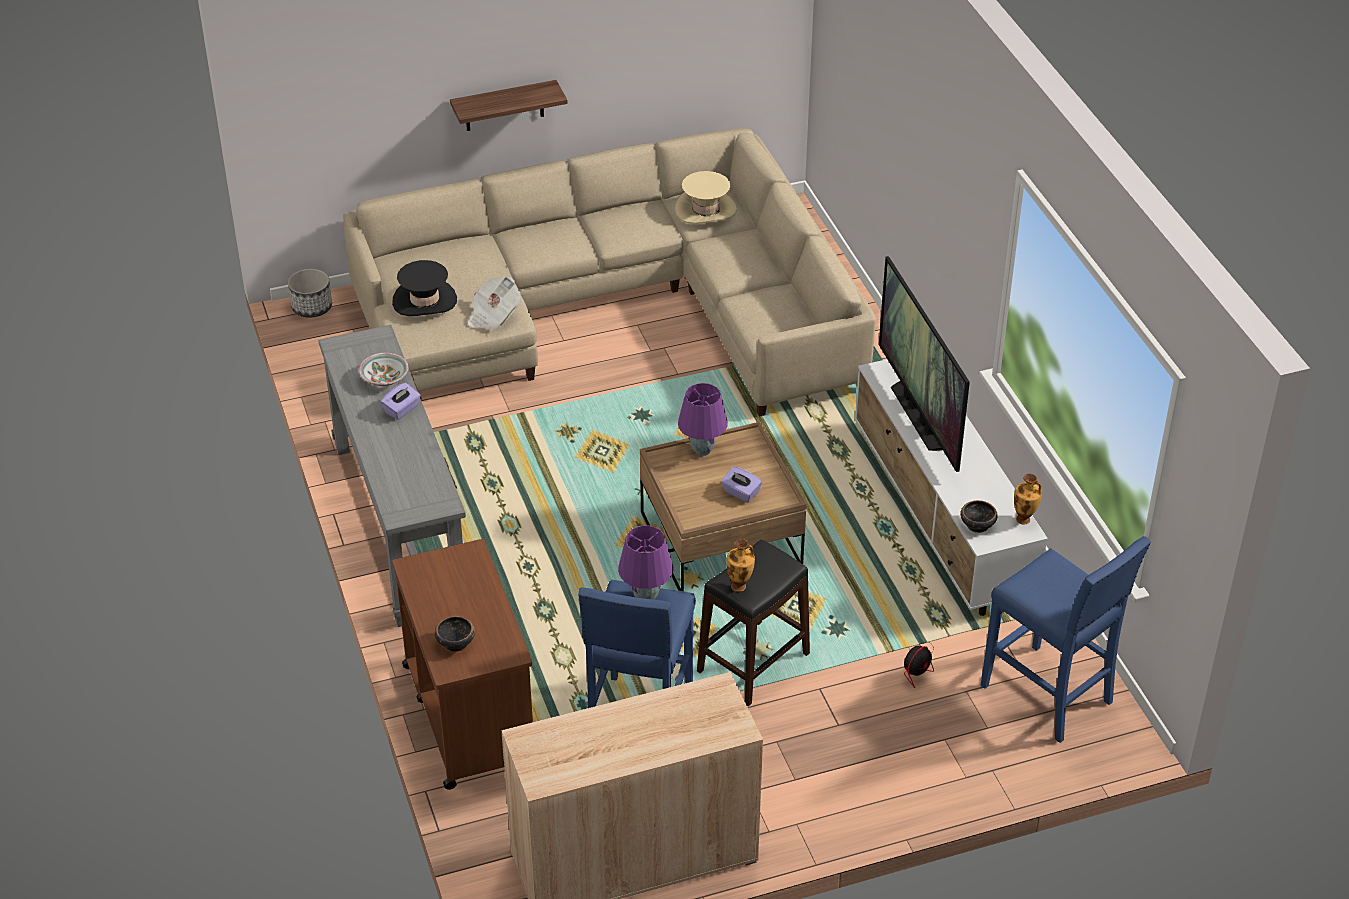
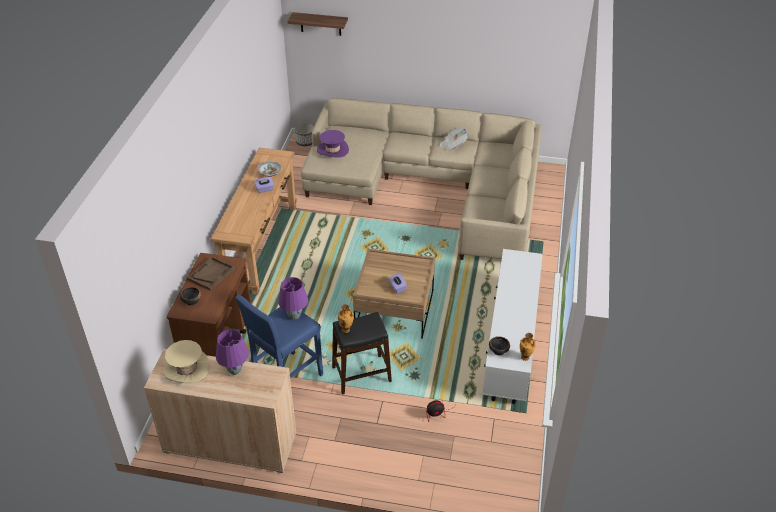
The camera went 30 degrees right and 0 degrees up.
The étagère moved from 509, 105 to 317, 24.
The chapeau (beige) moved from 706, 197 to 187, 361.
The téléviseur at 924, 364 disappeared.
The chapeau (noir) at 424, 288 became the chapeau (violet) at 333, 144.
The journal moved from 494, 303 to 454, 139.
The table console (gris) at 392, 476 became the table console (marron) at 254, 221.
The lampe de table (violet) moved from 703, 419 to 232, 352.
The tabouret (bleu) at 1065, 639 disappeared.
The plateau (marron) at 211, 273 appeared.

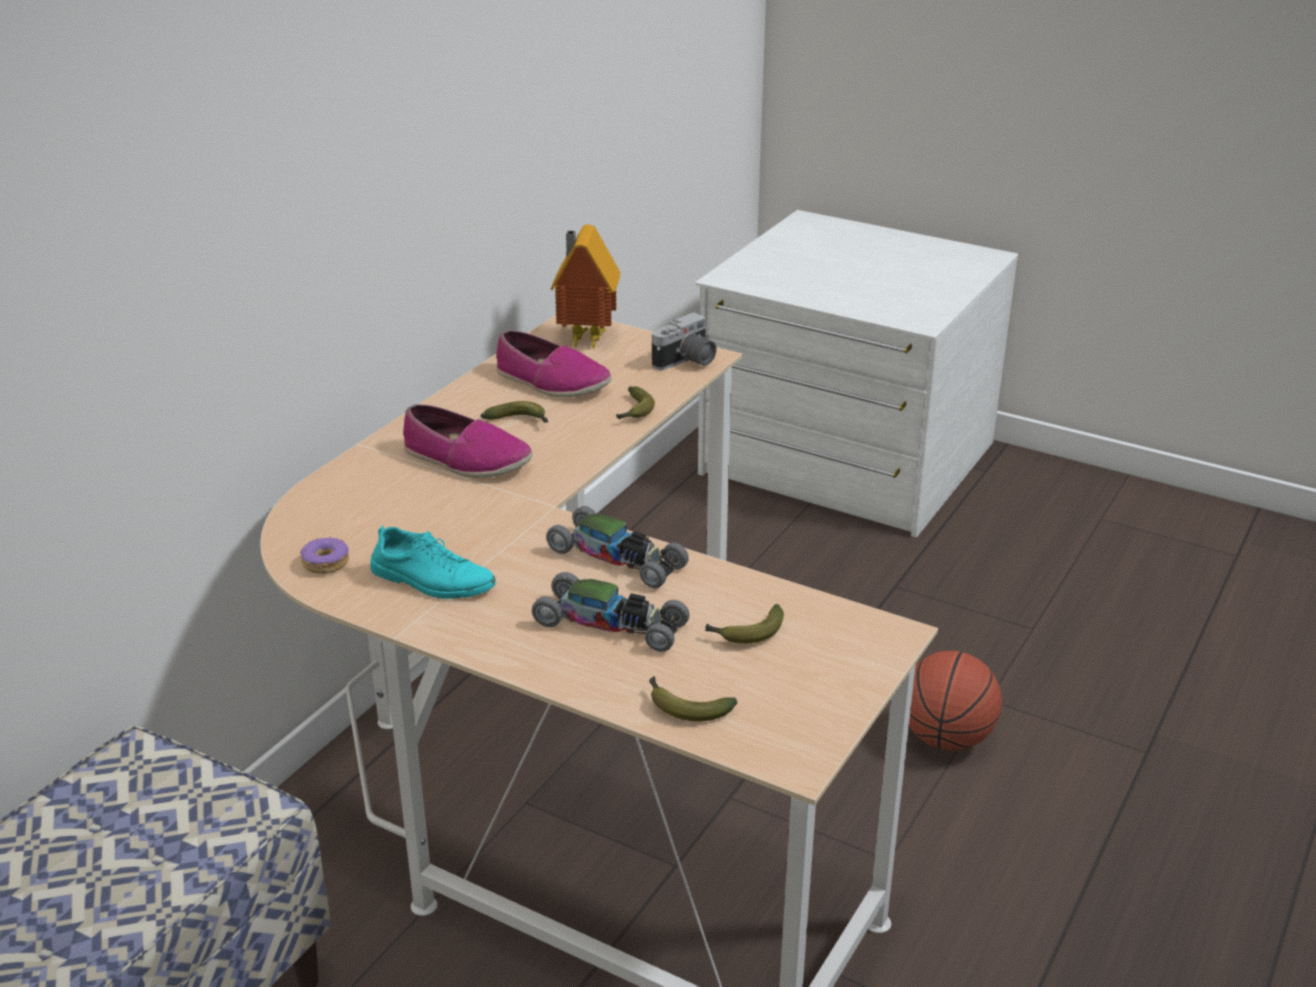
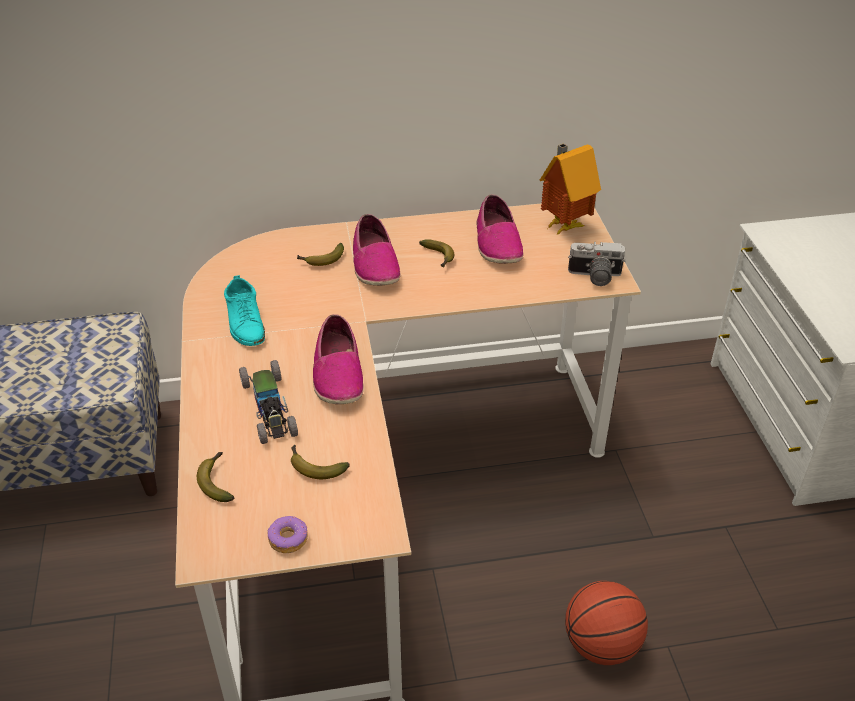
The camera went 50 degrees right and 10 degrees up.
The banane moved from 635, 402 to 320, 254.
The petite voiture at 617, 547 was replaced by the chaussure at 338, 359.
The beignet moved from 324, 555 to 288, 534.

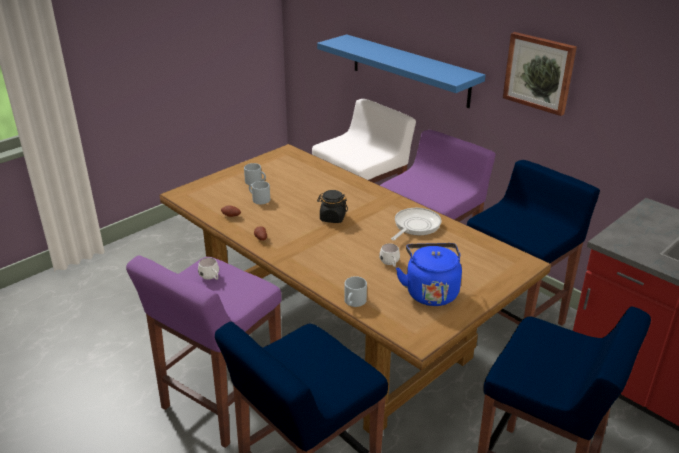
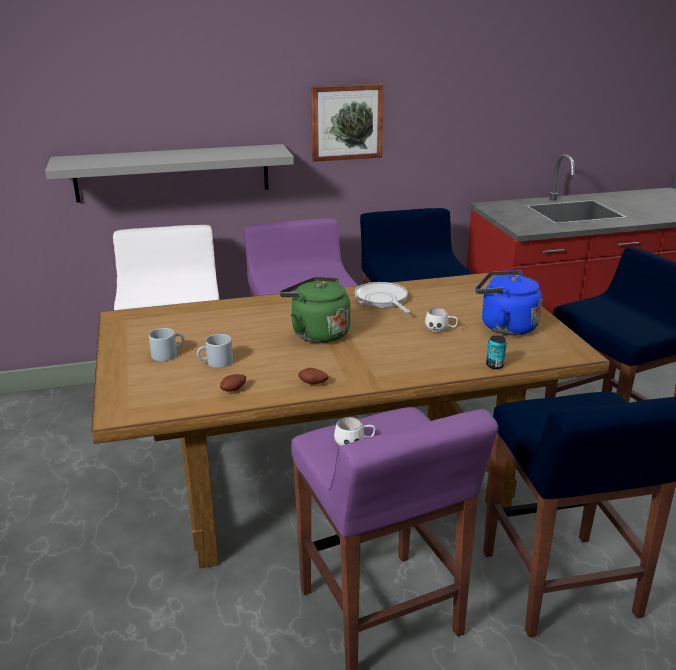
The camera went 60 degrees left and 5 degrees down.
The étagère (bleu) at 401, 71 became the étagère (gris) at 169, 173.
The bocal (noir) at 332, 206 was replaced by the bouilloire (vert) at 315, 309.
The mug (gris) at 355, 291 was replaced by the boîte métallique at 496, 352.

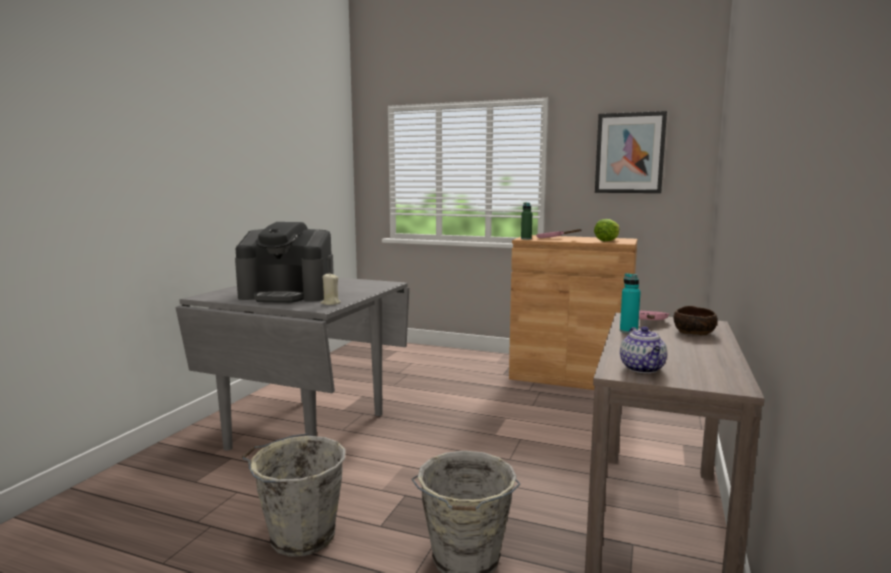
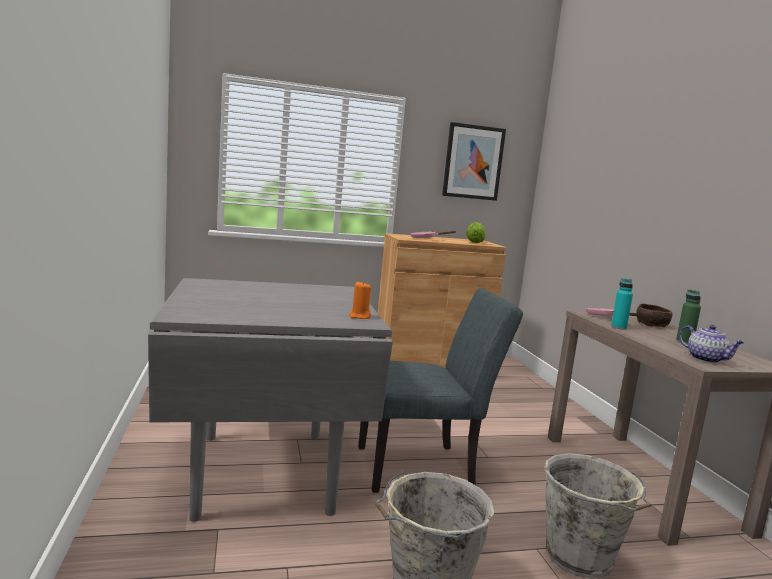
The camera went 35 degrees left and 0 degrees up.
The bouteille (vert) moved from 526, 221 to 688, 317.
The machine à café at 284, 262 disappeared.
The bougie (beige) at 330, 289 became the bougie (orange) at 360, 300.
The chaise (gris) at 440, 390 appeared.

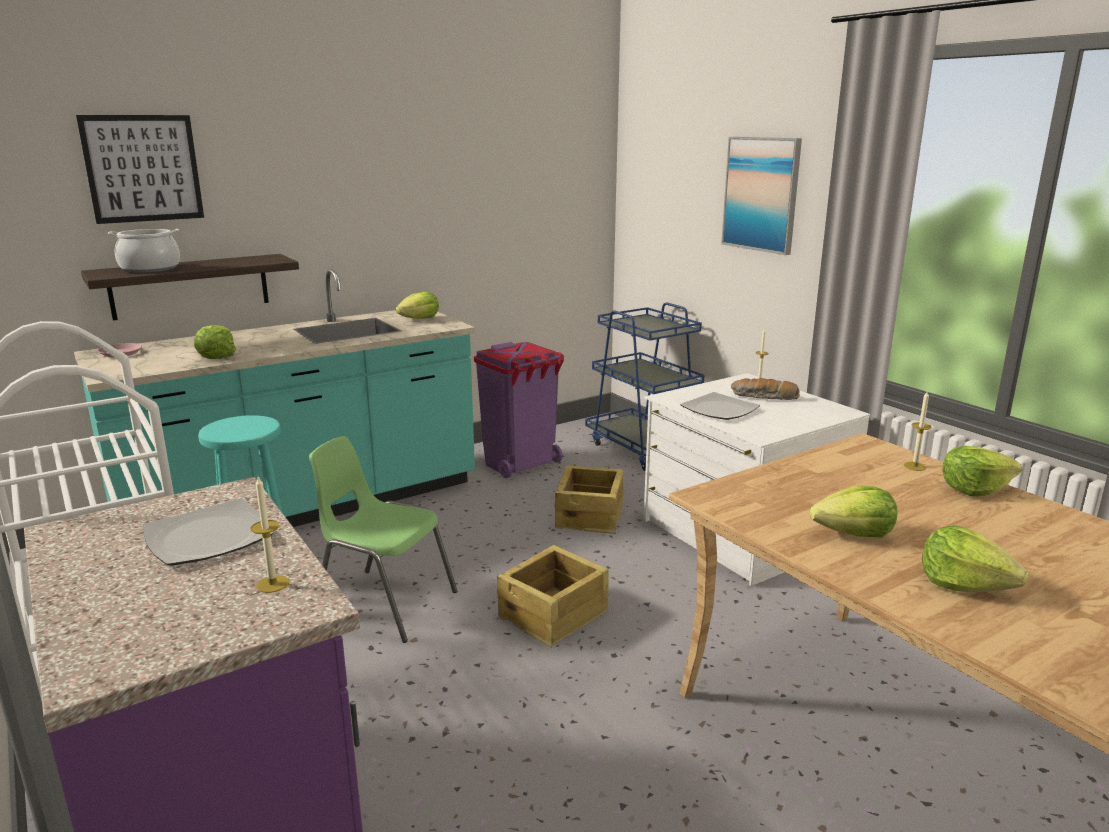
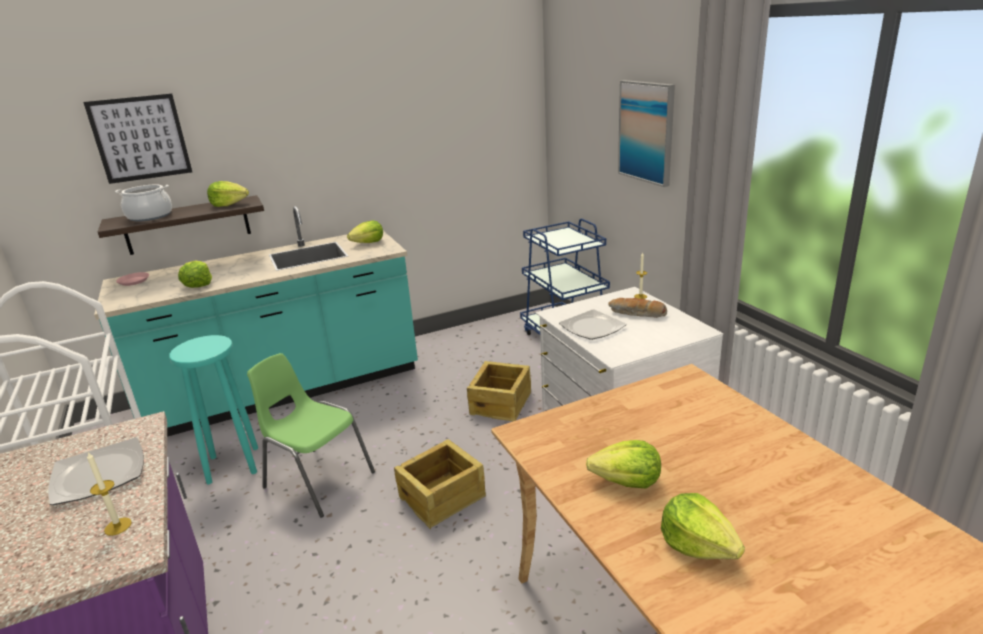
The camera went 10 degrees right and 5 degrees up.
The poubelle (violet) at 519, 410 disappeared.
The bougie at 917, 430 disappeared.
The laitue moved from 982, 471 to 228, 194.

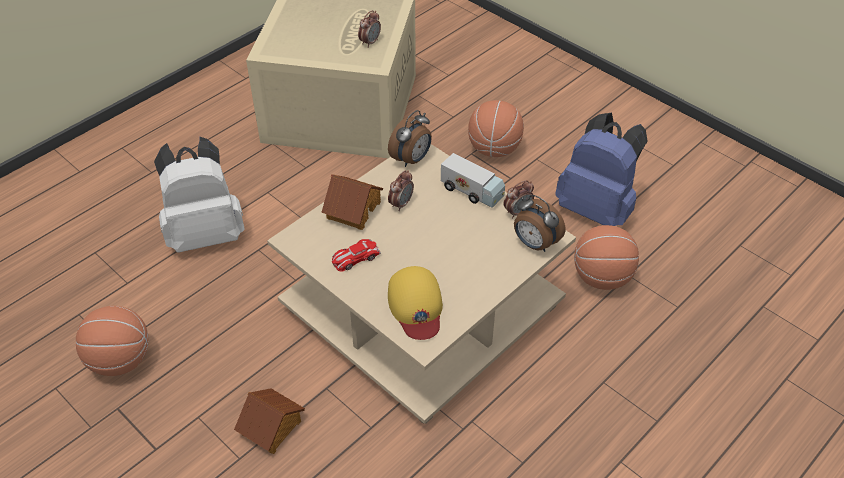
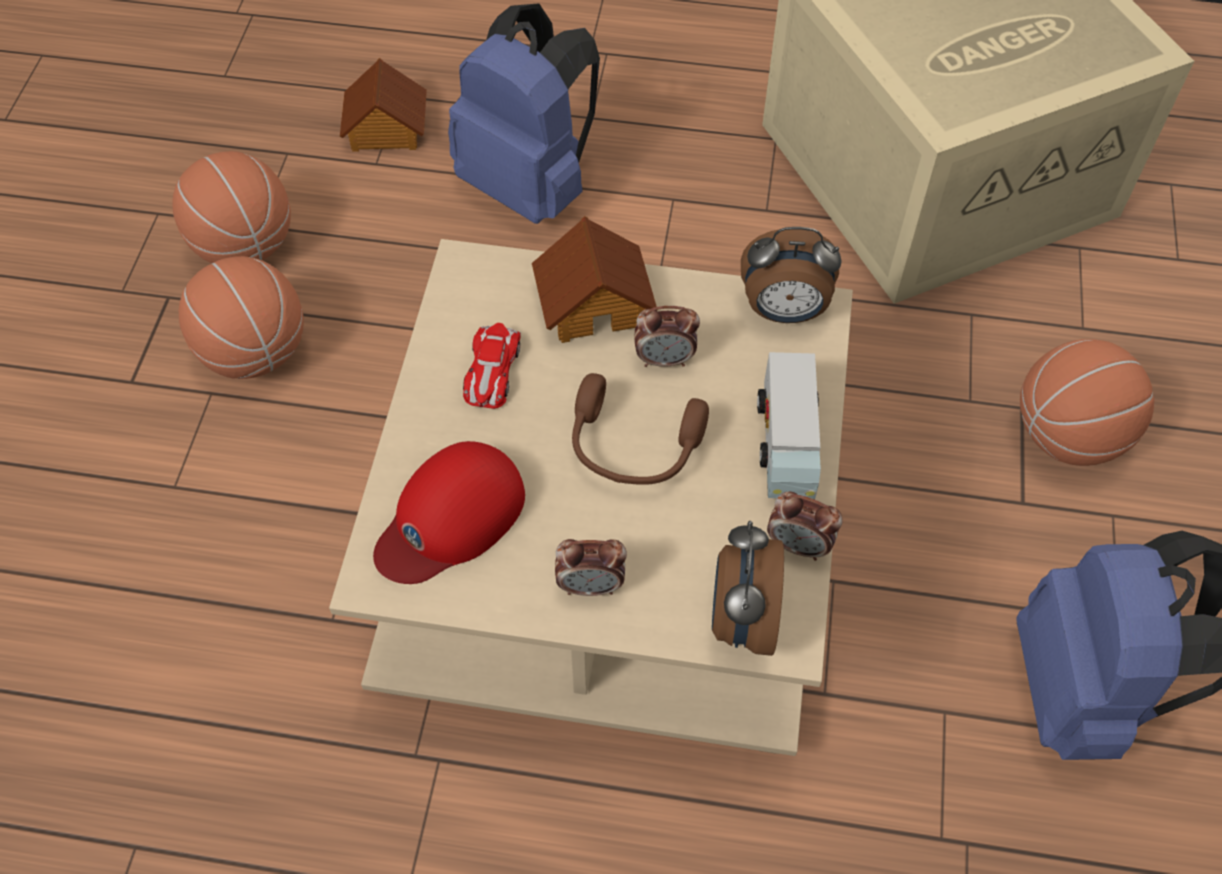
The camera went 55 degrees right and 10 degrees up.
The réveil moved from 369, 29 to 591, 567.
The sac à dos (blanc) at 199, 195 became the sac à dos (bleu) at 524, 113.
The ballon de basket moved from 606, 257 to 241, 317.
The petite voiture at 356, 255 turned 105 degrees counterclockwise.
The casquette (jaune) at 415, 303 became the casquette (rouge) at 449, 512.
The maison miniature moved from 269, 421 to 383, 105.
The casque audio (marron) at 640, 429 appeared.

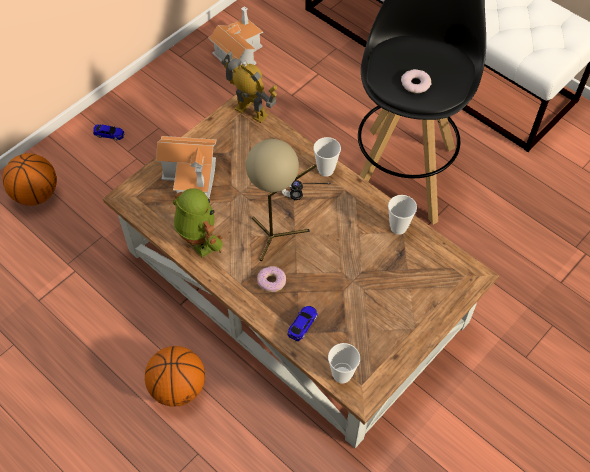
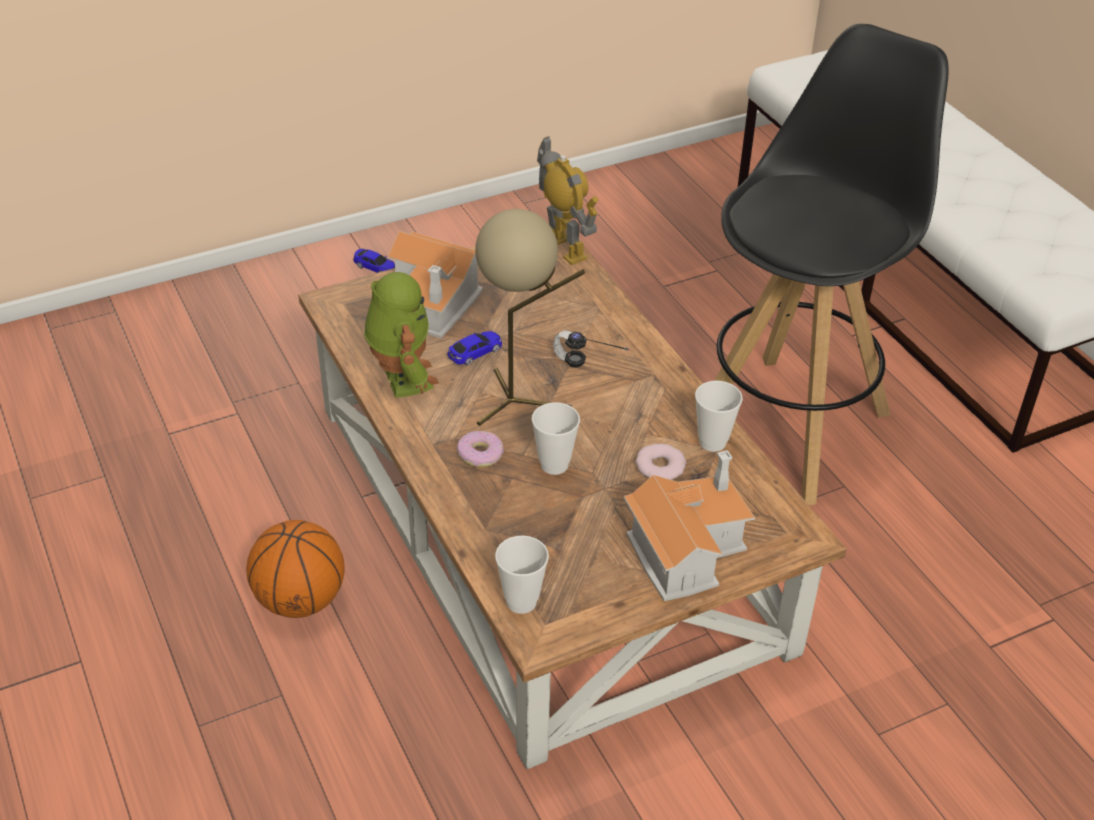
The camera went 20 degrees right and 15 degrees down.
The maison miniature moved from 235, 39 to 689, 525.
The beignet moved from 416, 81 to 661, 462.
The tasse moved from 327, 157 to 556, 438.
The ballon de basket at 29, 179 disappeared.
The petite voiture moved from 302, 323 to 474, 348.

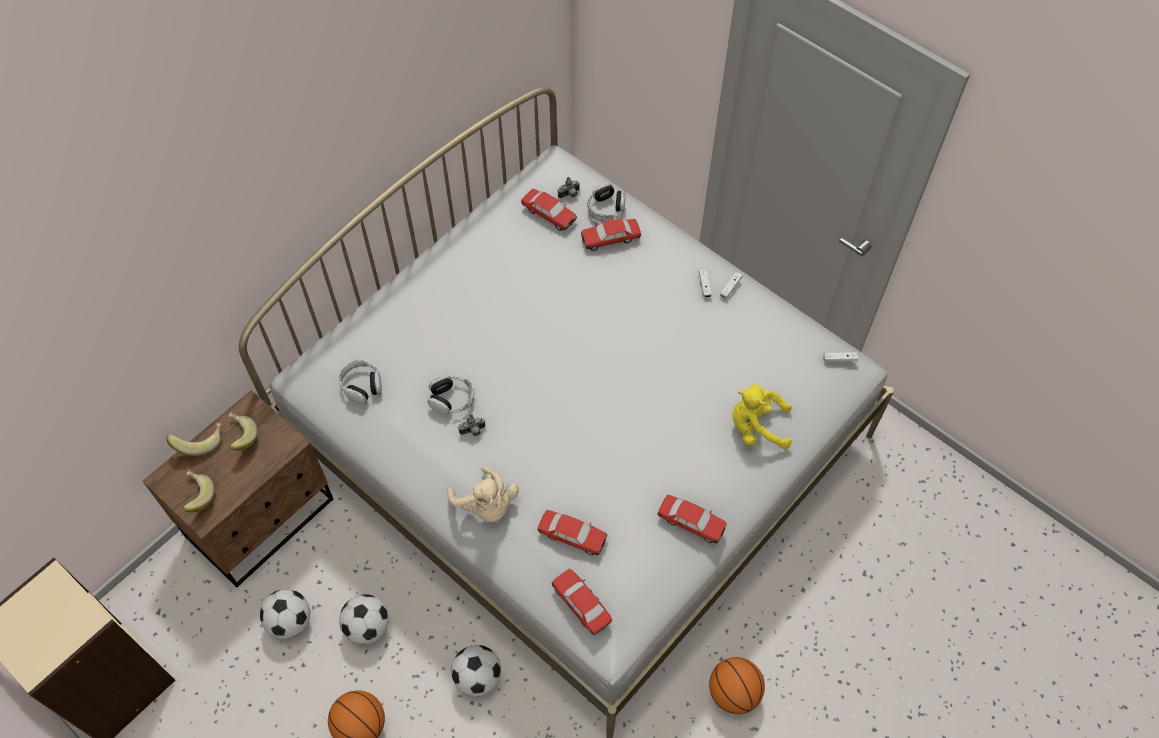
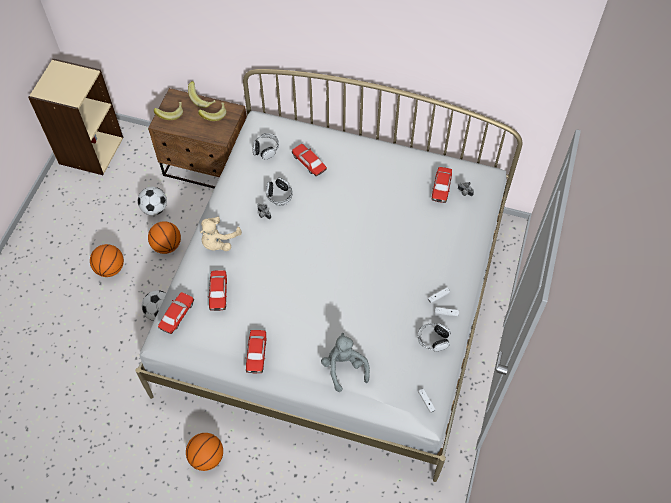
The camera went 65 degrees right and 0 degrees up.
The casque audio moved from 606, 202 to 434, 337.
The petite voiture moved from 611, 235 to 309, 160.
The peluche (jaune) at 762, 416 became the peluche (gris) at 345, 362.
The ballon de foot at 364, 619 was replaced by the ballon de basket at 164, 237.

